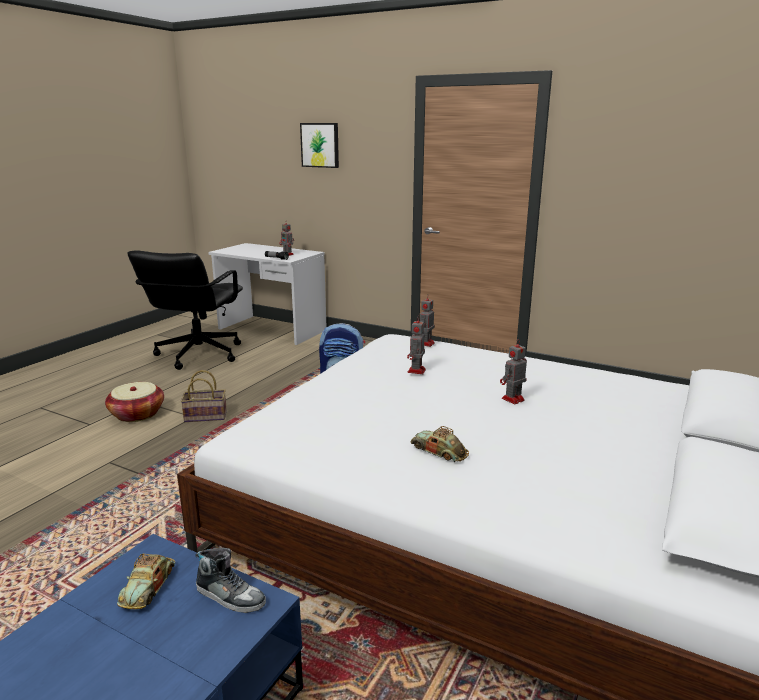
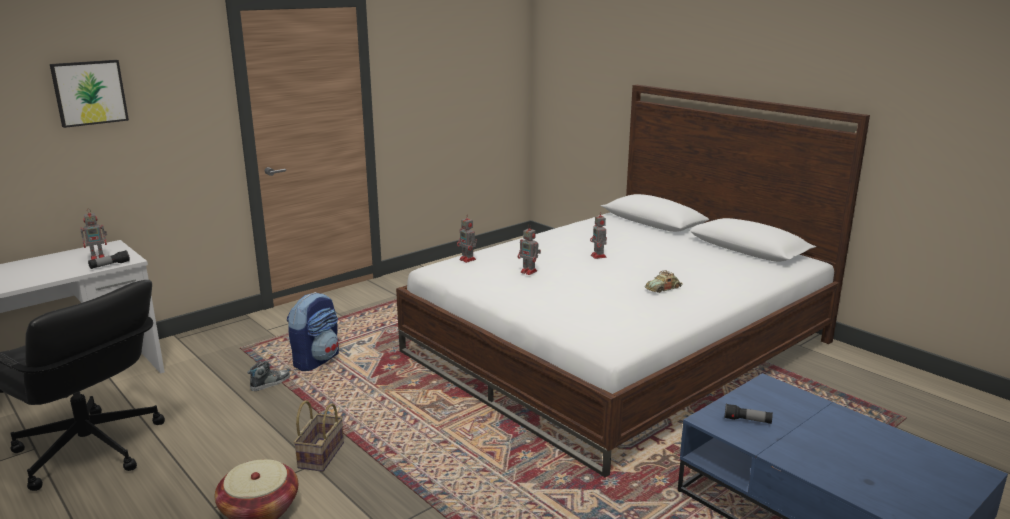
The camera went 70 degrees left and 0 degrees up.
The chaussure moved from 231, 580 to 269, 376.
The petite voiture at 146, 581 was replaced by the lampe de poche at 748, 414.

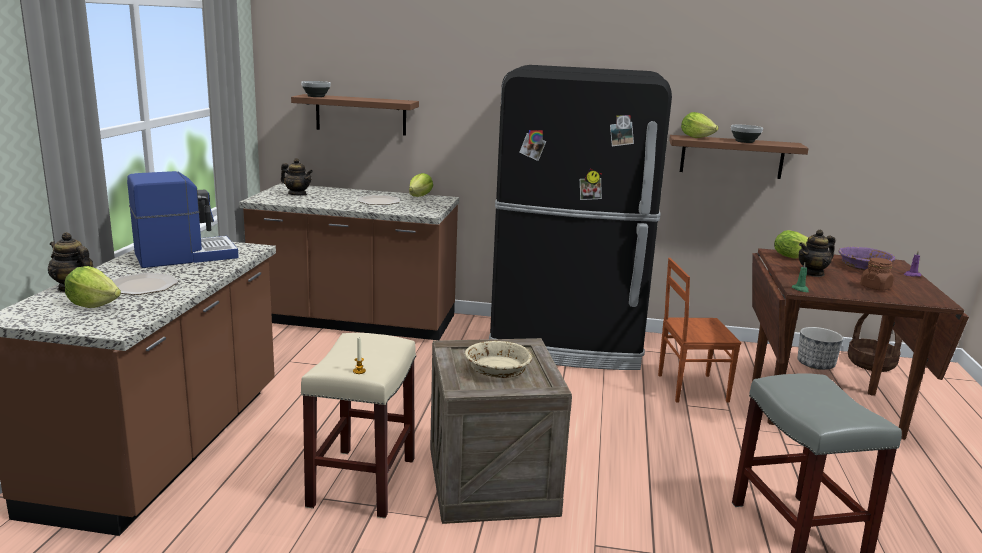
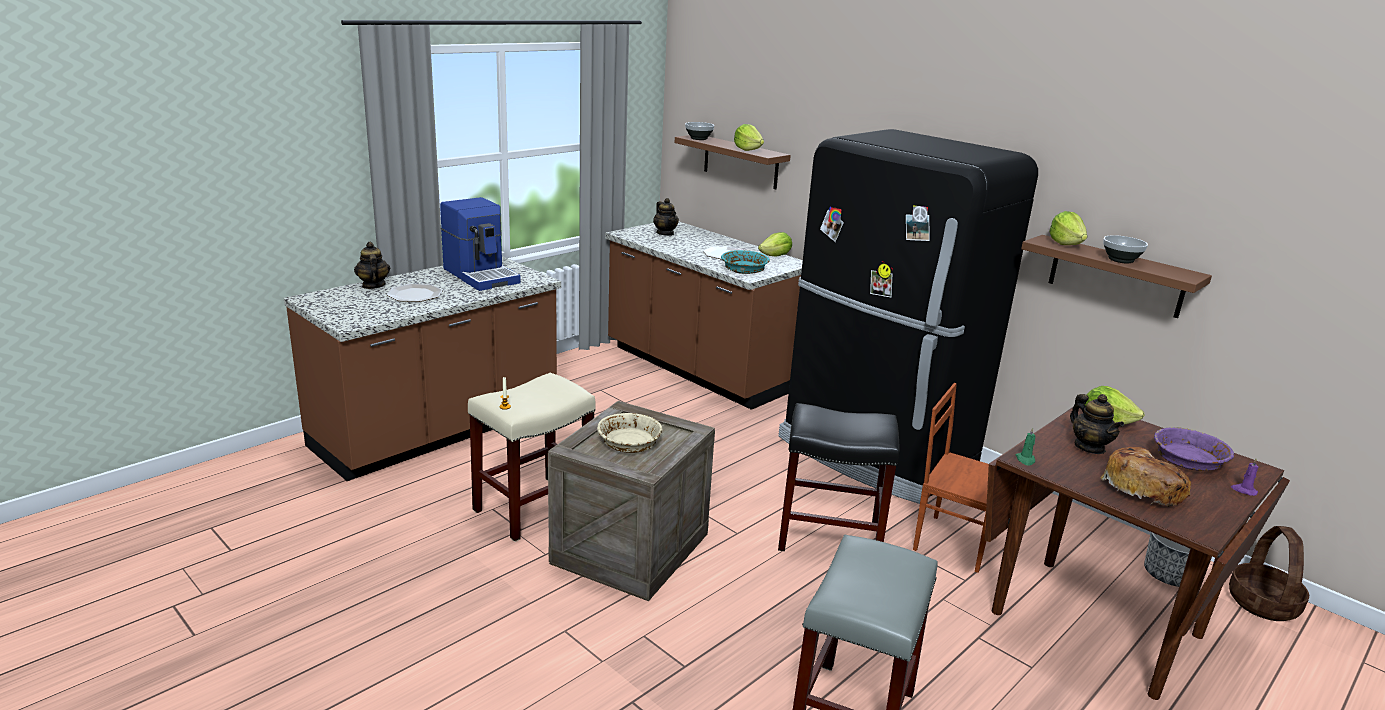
The camera went 35 degrees right and 5 degrees up.
The machine à café at 183, 219 turned 45 degrees clockwise.
The théière at 816, 253 turned 120 degrees counterclockwise.
The bocal (marron) at 877, 274 was replaced by the pain at 1145, 477.
The laitue moved from 93, 287 to 749, 137.
The bol (turquoise) at 745, 262 appeared.
The tabouret (noir) at 838, 477 appeared.

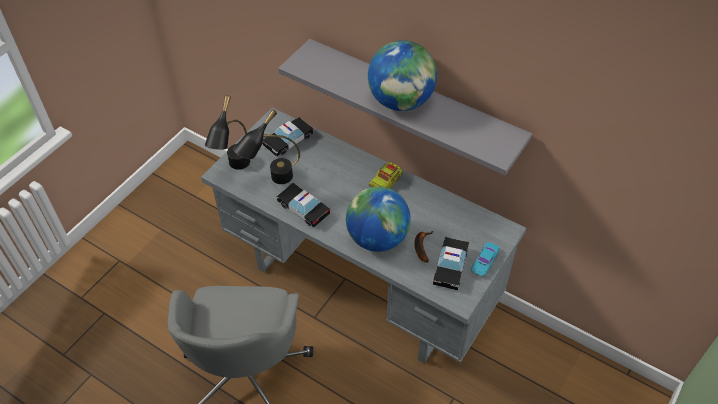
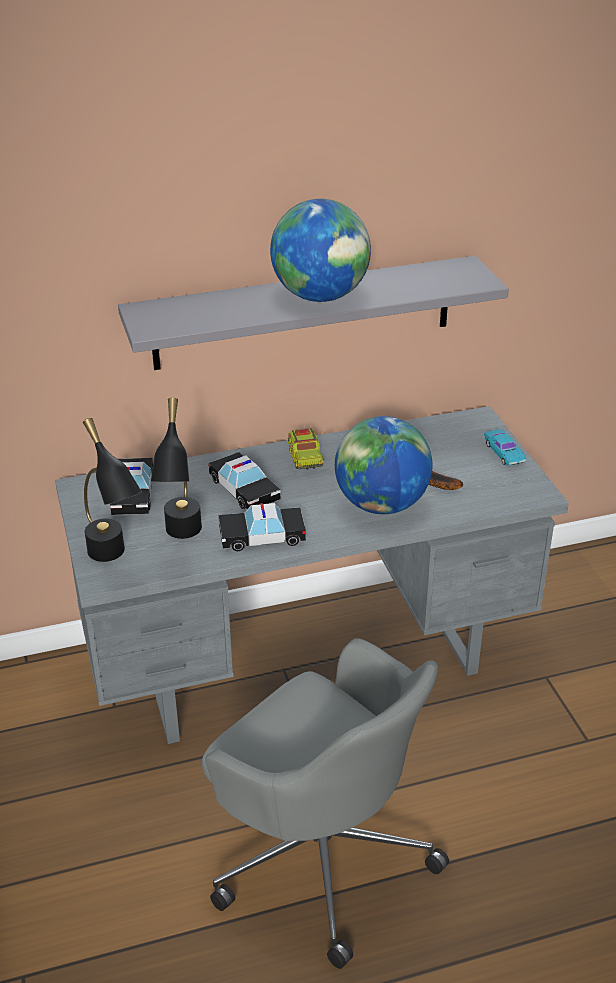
The camera went 50 degrees left and 15 degrees down.
The petite voiture moved from 451, 263 to 244, 480.

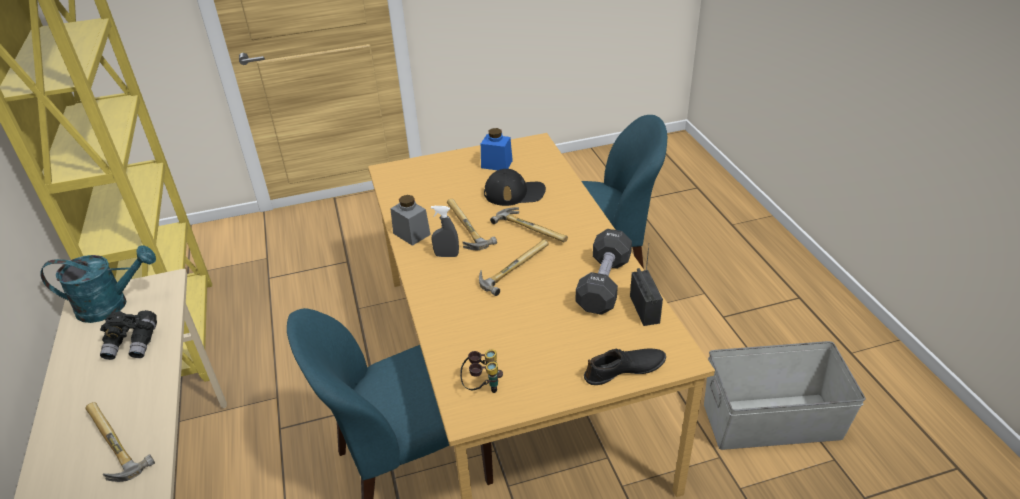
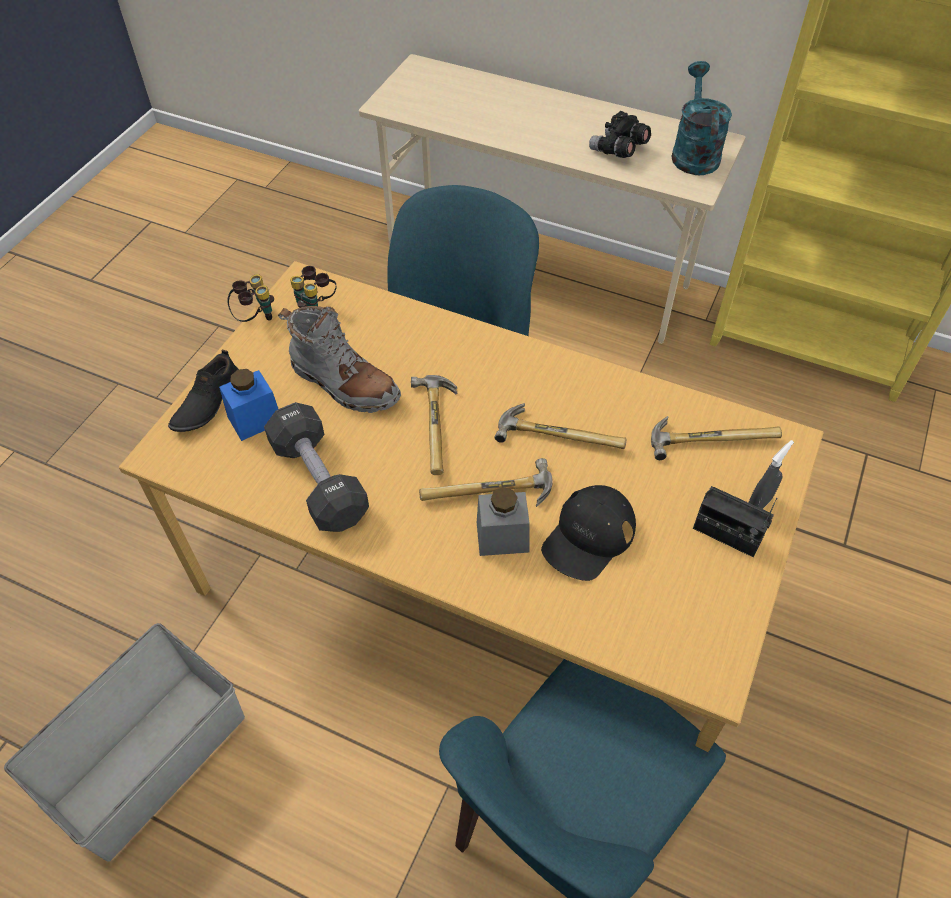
The camera went 130 degrees right and 15 degrees up.
The bocal (bleu) moved from 497, 149 to 248, 405.
The bocal (gris) moved from 410, 220 to 503, 521.
The vaporisateur (gris) moved from 445, 231 to 771, 474.
The arrosoir (turquoise) at 98, 284 turned 150 degrees clockwise.
The radio moved from 646, 286 to 735, 521.
The marteau moved from 120, 442 to 716, 438.
The jumelles at 250, 298 appeared.
The botte (gris) at 339, 359 appeared.

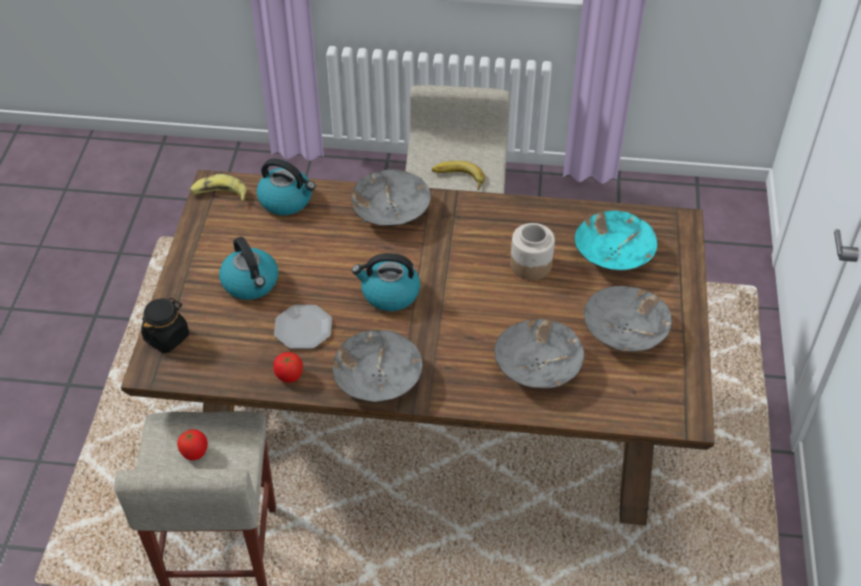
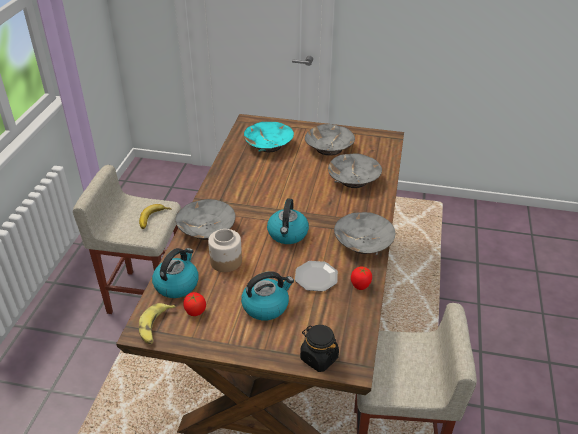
The camera went 85 degrees left and 10 degrees down.
The bocal moved from 532, 251 to 225, 250.
The tomate moved from 192, 444 to 194, 304.

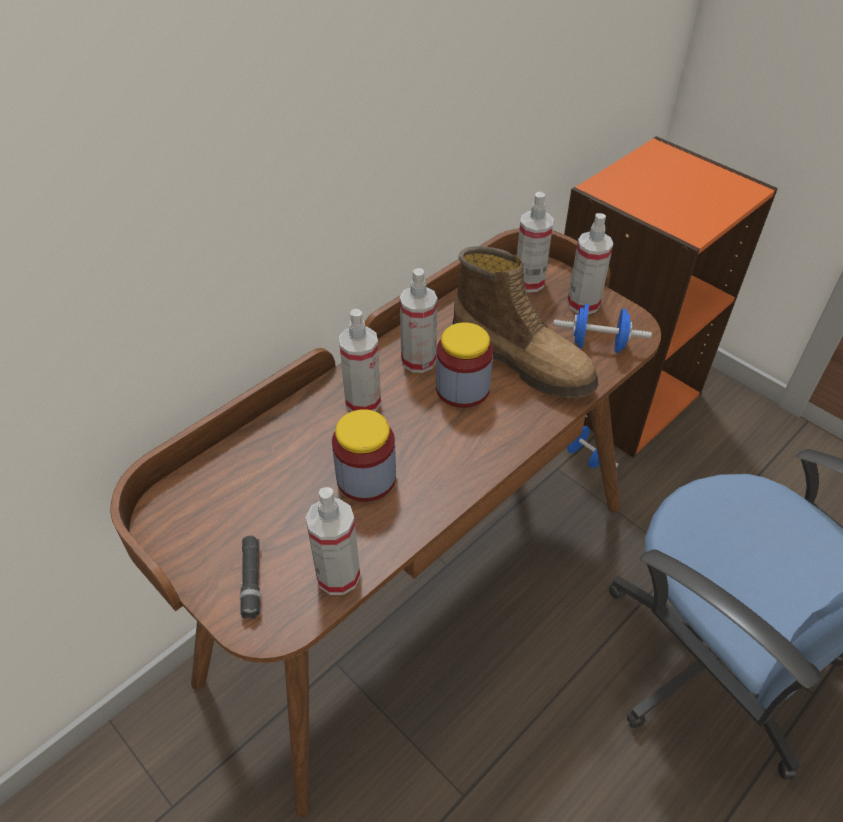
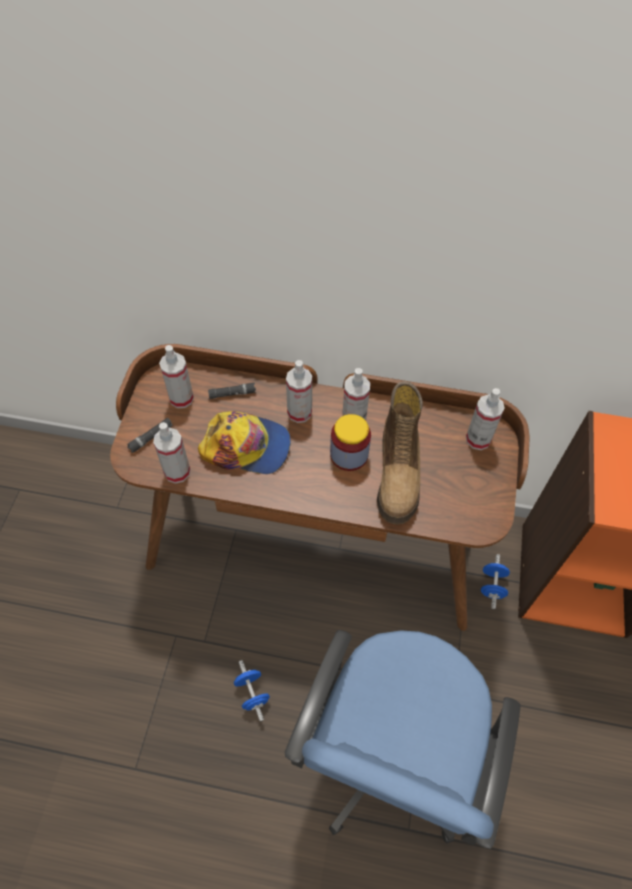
The camera went 55 degrees right and 10 degrees up.
The vaporisateur moved from 590, 263 to 176, 376.
The haltère (bleu) moved from 602, 328 to 252, 690.
The bocal at 364, 455 was replaced by the casquette at 244, 442.
The lampe de poche (noir) at 232, 391 appeared.

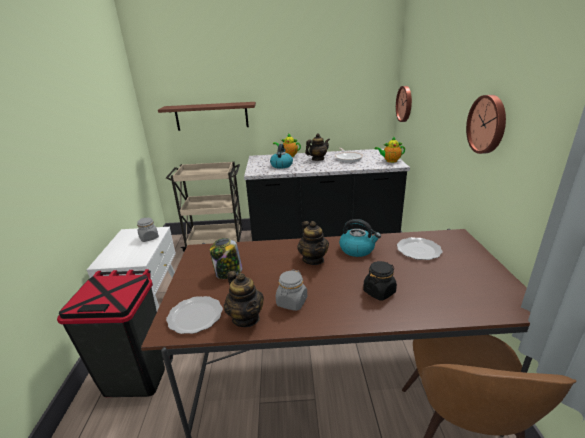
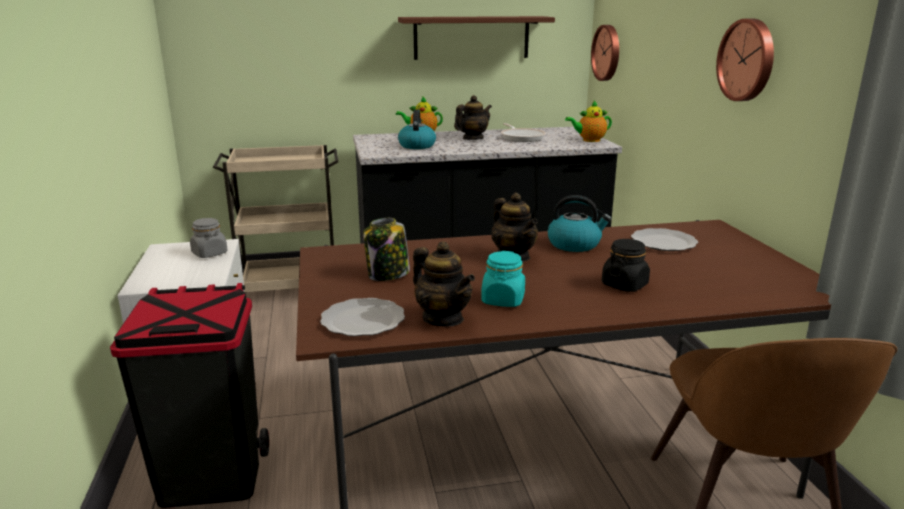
The camera went 10 degrees left and 5 degrees down.
The étagère (marron) moved from 207, 116 to 476, 38.
The bocal (gris) at 291, 290 became the bocal (turquoise) at 503, 279.

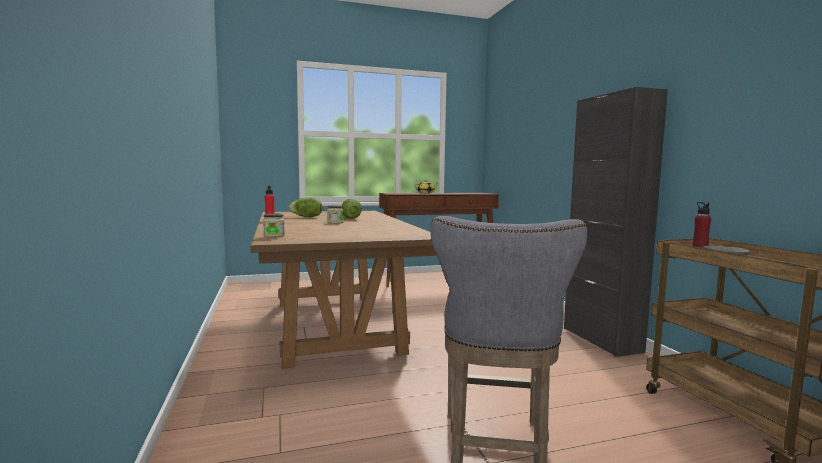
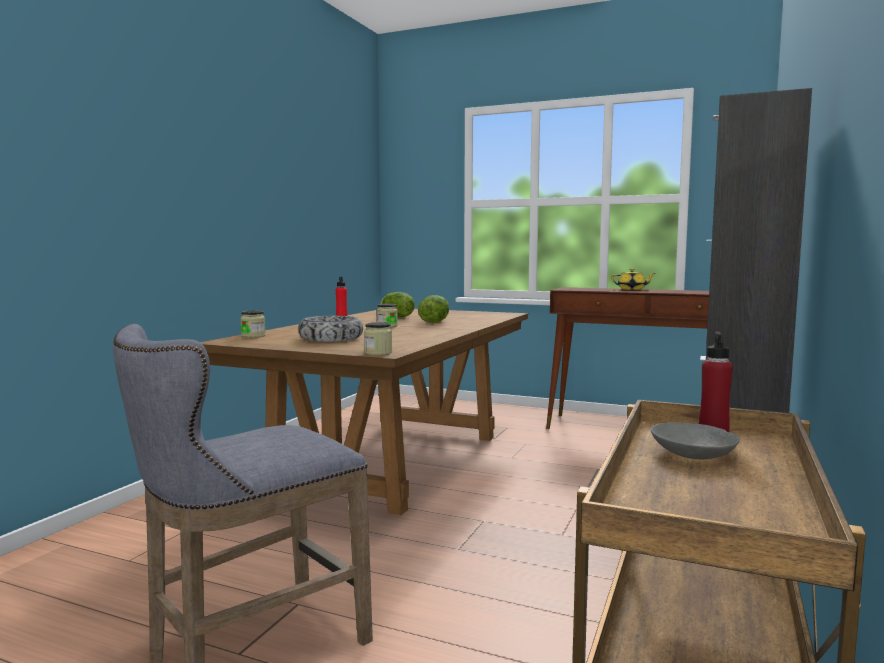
The camera went 40 degrees right and 0 degrees up.
The bol at 330, 329 appeared.
The bocal at 378, 338 appeared.

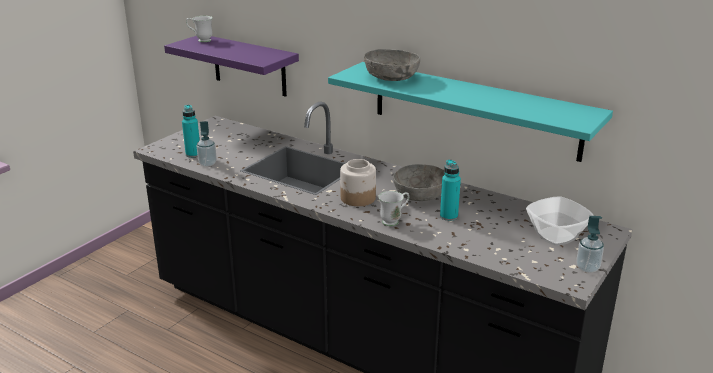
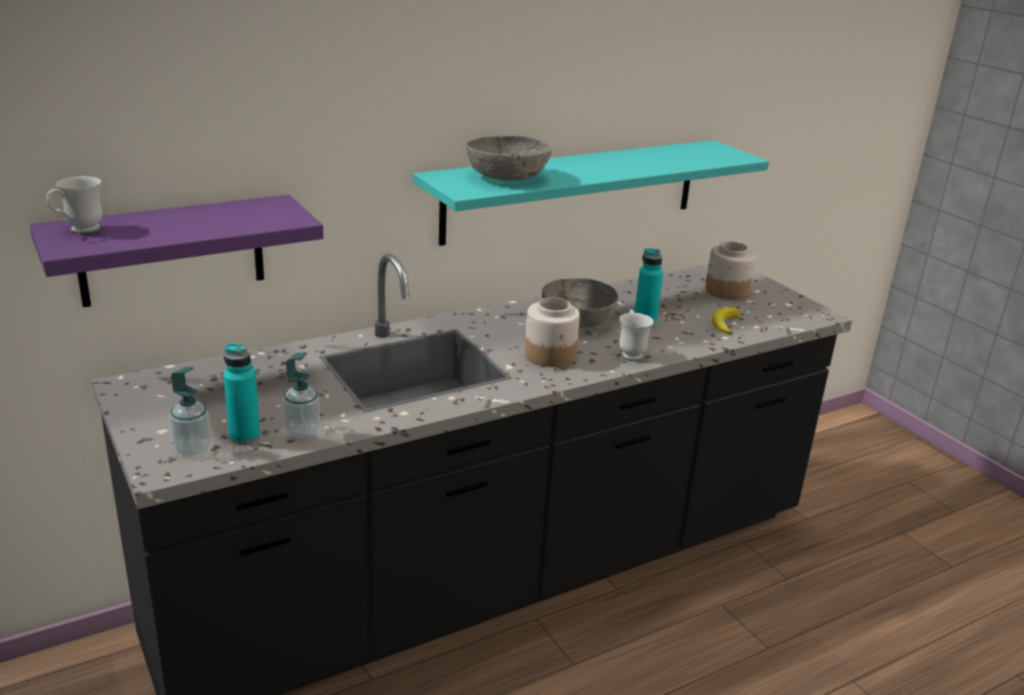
The camera went 65 degrees left and 0 degrees up.
The bol at 560, 221 was replaced by the bocal at 730, 271.
The distributeur de savon moved from 590, 244 to 190, 411.
The banane at 726, 321 appeared.

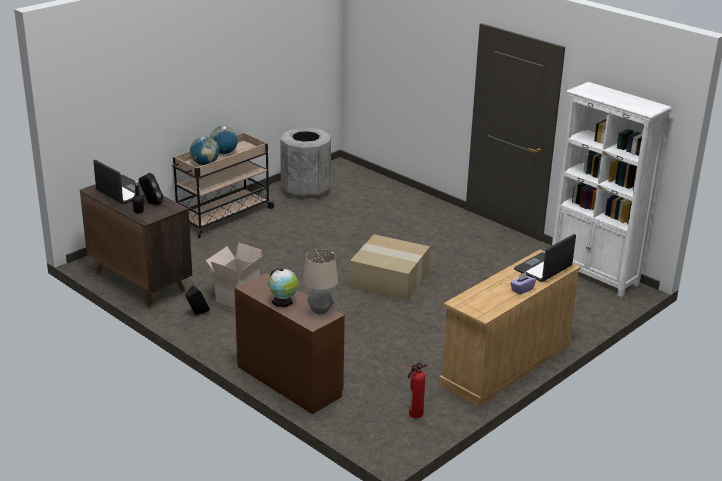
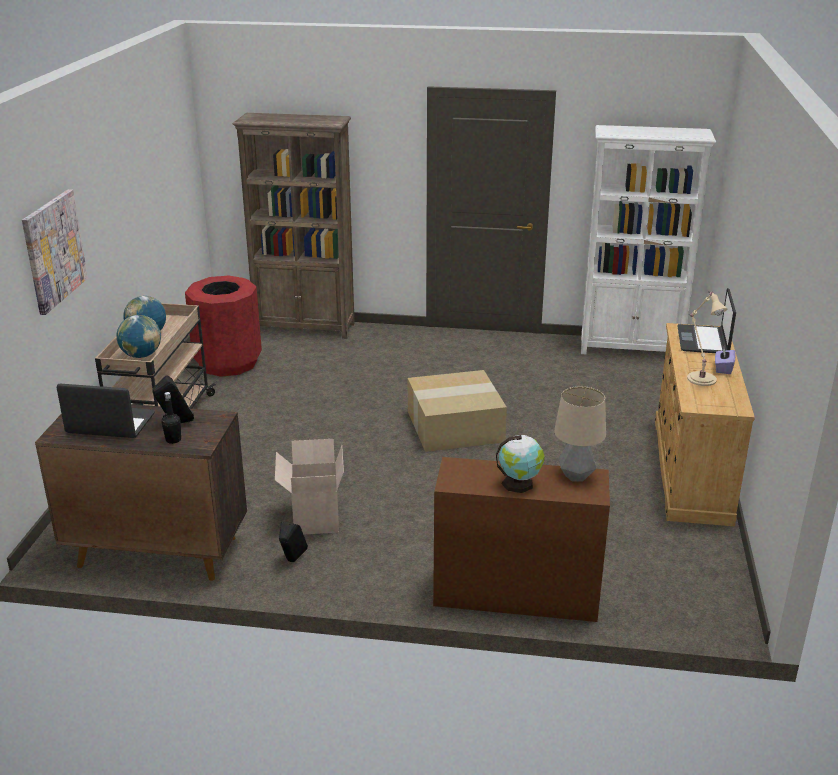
The camera went 35 degrees left and 0 degrees up.
The poubelle (gris) at 305, 164 became the poubelle (rouge) at 223, 326.
The extincteur at 417, 390 disappeared.
The bibliothèque (marron) at 294, 226 appeared.
The tableau at 55, 252 appeared.
The lampe de table (beige) at 707, 339 appeared.

